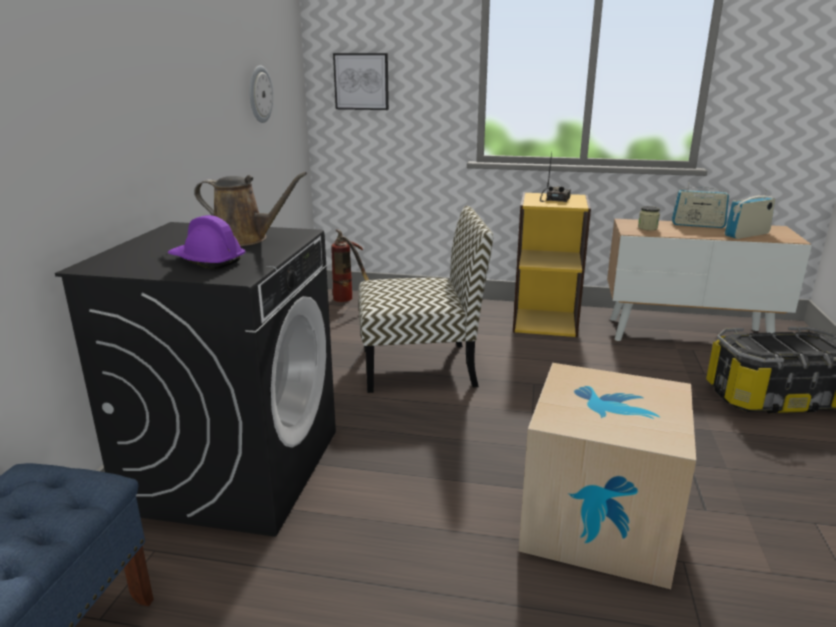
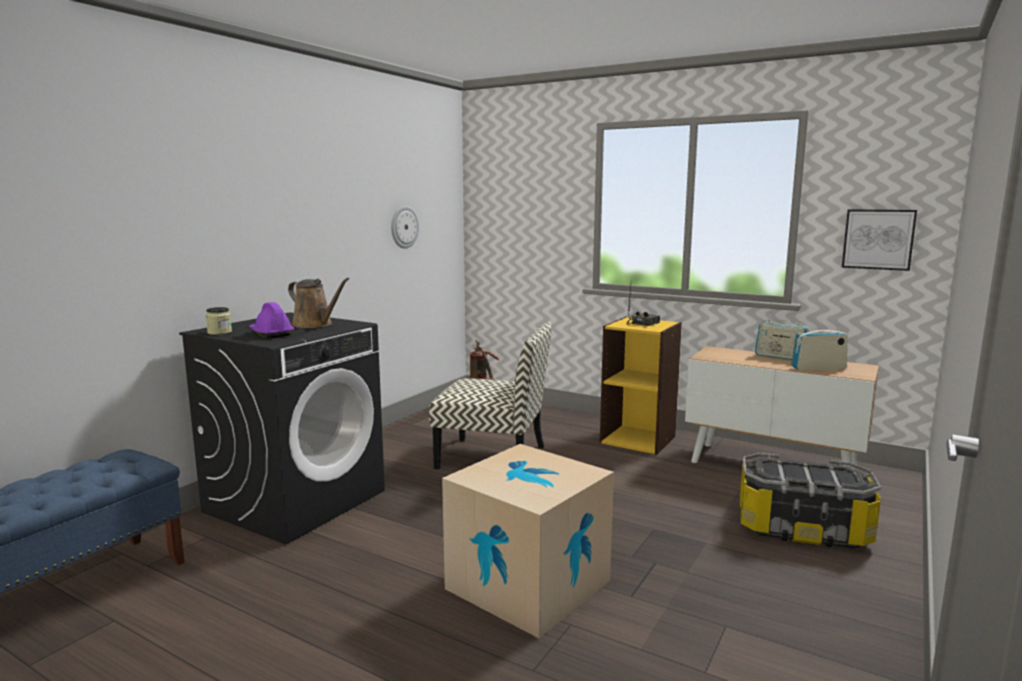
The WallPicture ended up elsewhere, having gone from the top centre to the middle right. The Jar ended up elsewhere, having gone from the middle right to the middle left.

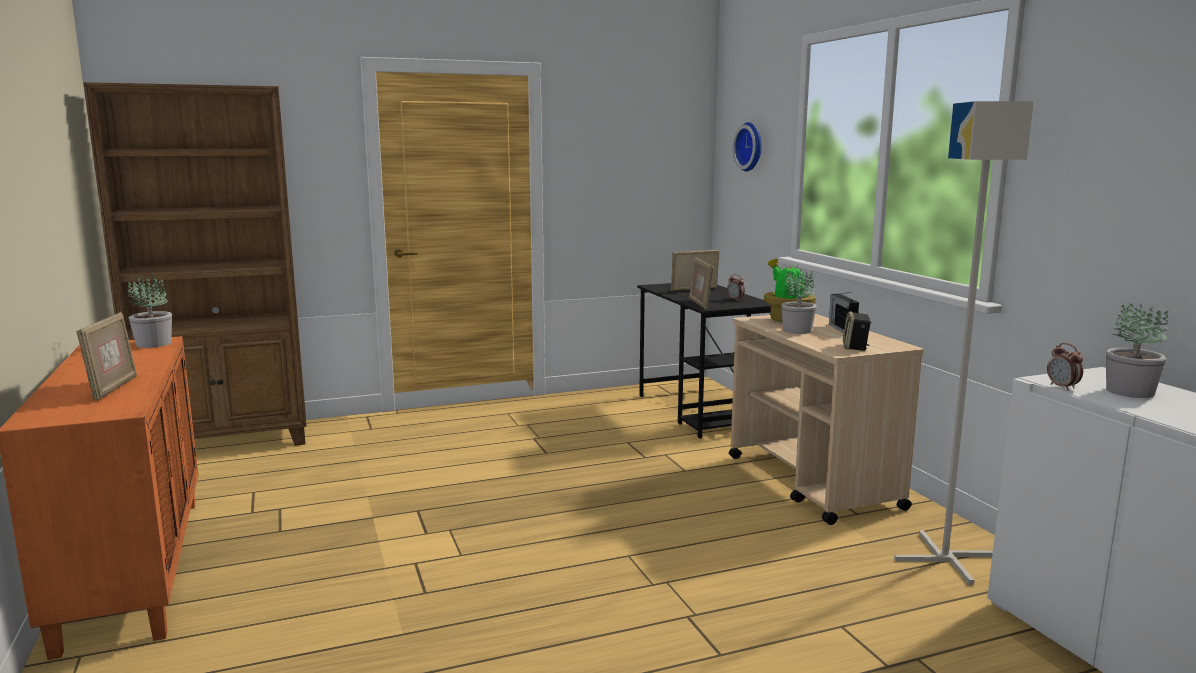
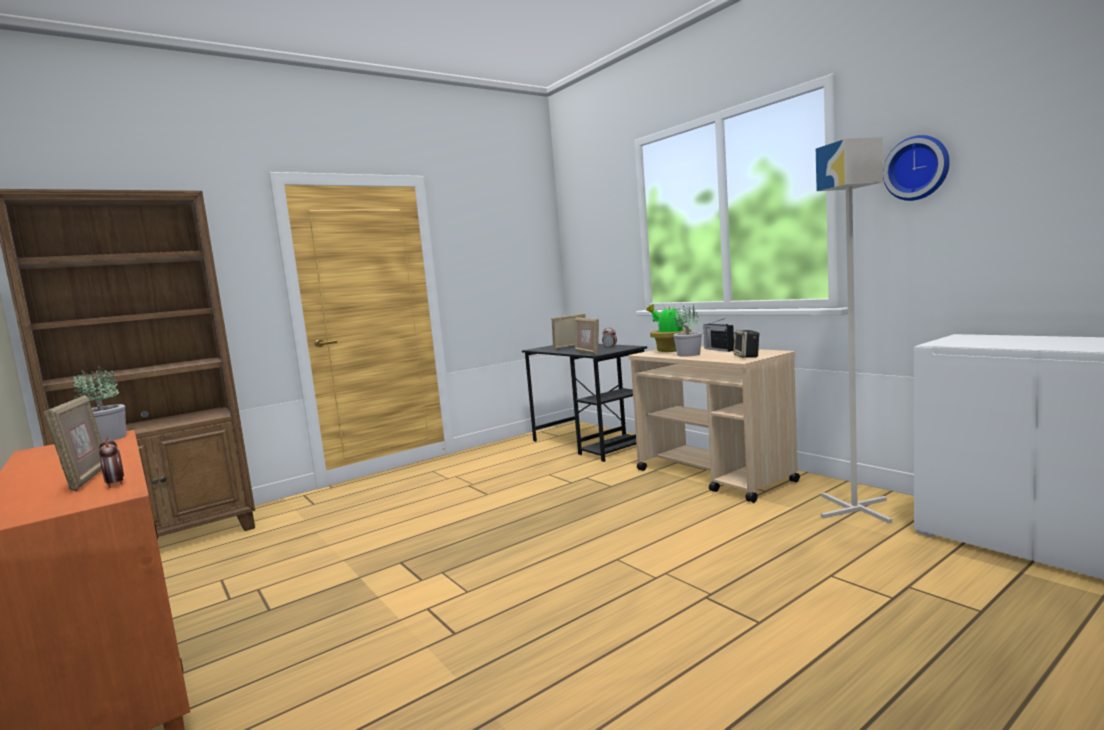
The WallClock ended up elsewhere, having gone from the top centre to the top right. The BedsideClock (2nd from left in the first image) ended up elsewhere, having gone from the middle right to the middle left. The second view lost the PottedPlant (4th from left) at the middle right.

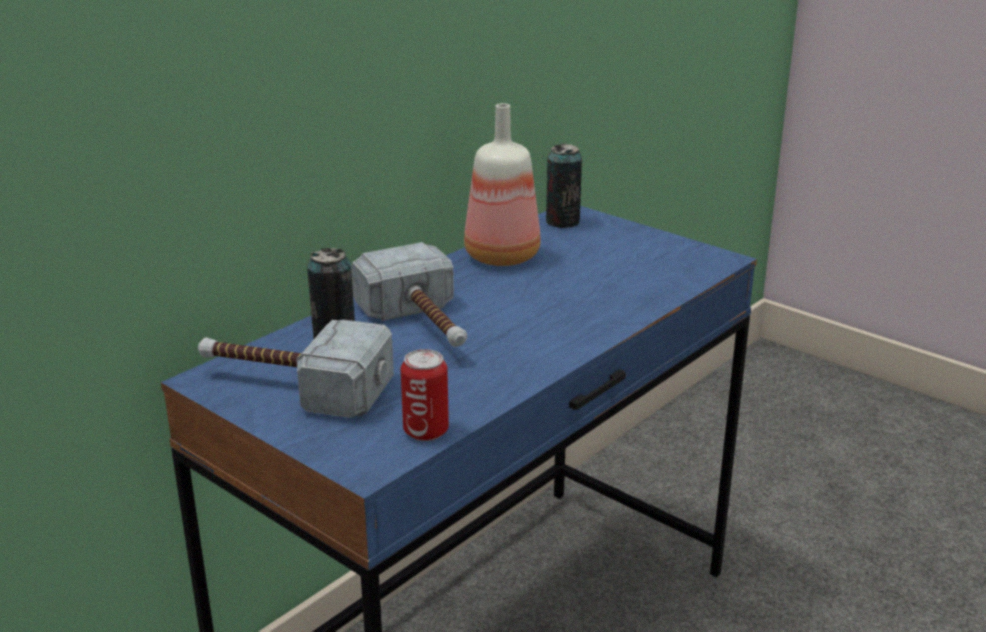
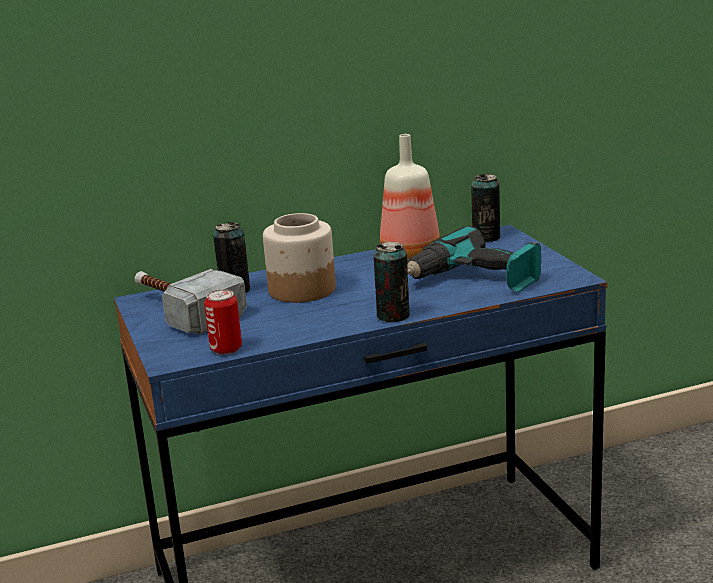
Where the Hammer (2nd from left) stood at the centre, the Jar came to stand at the centre. The second view gained the Can (3rd from left) at the centre. The second view gained the ElectricDrill at the centre.

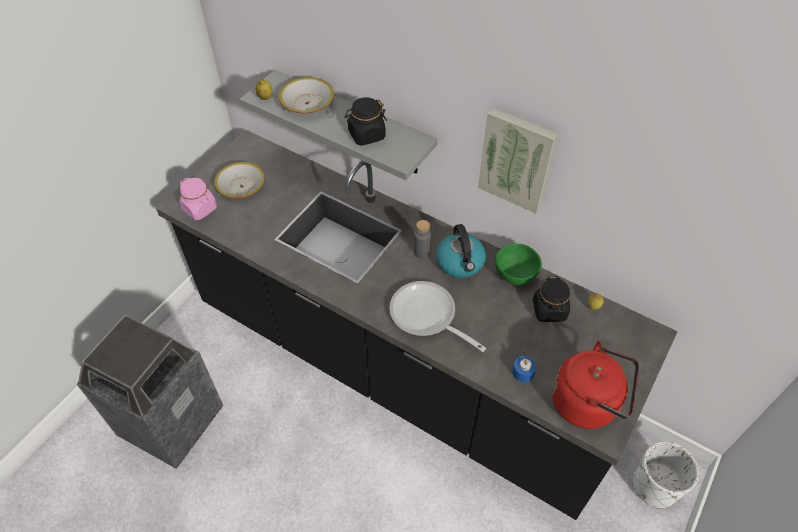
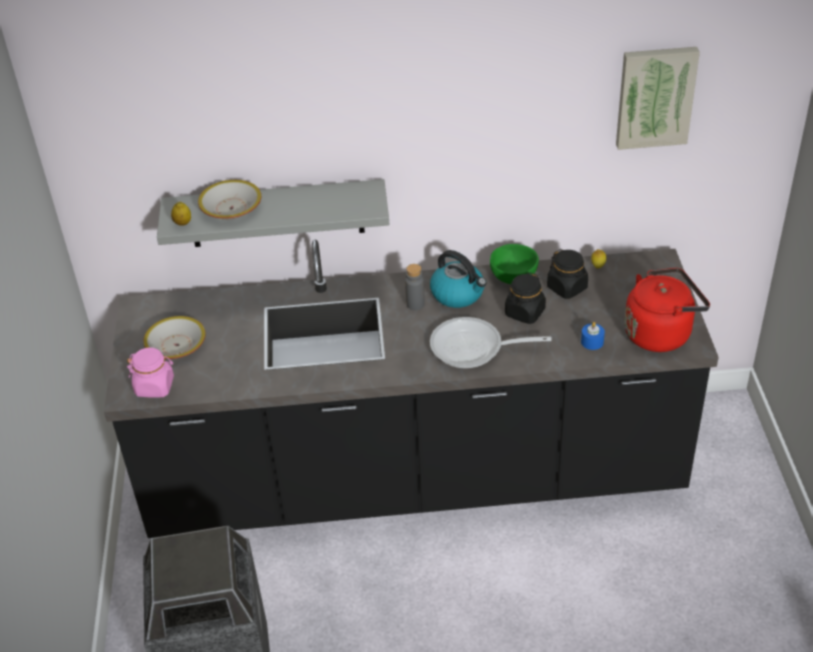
The BlackJar (1st from left) ended up elsewhere, having gone from the top centre to the centre. The WallPicture ended up elsewhere, having gone from the top centre to the top right. The second view lost the WhitishPlanter at the bottom right.

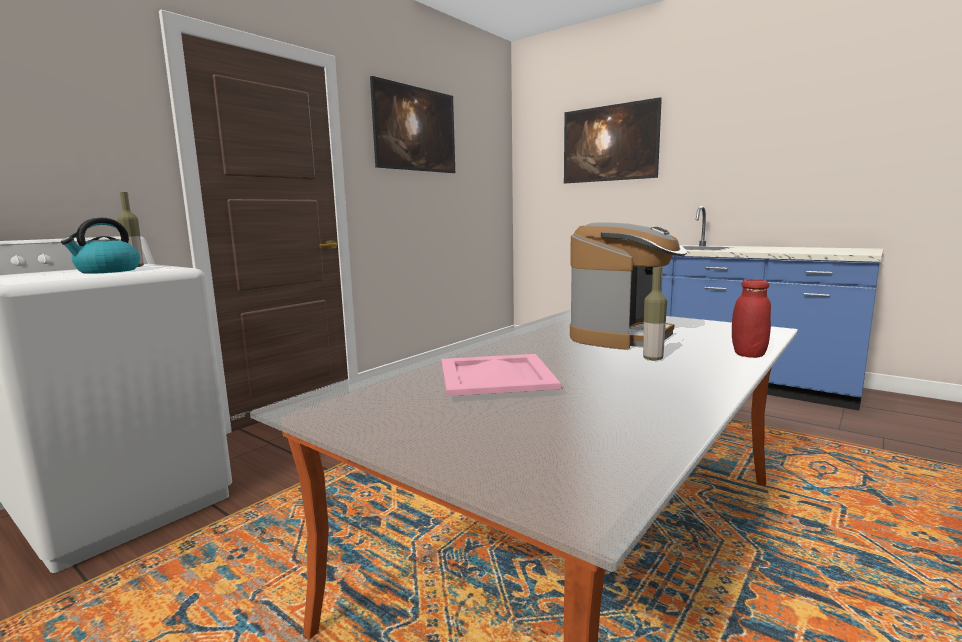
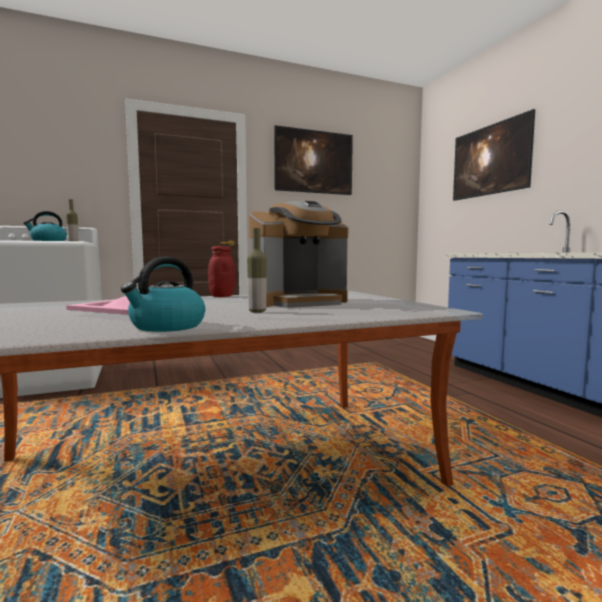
The RedColouredJar ended up elsewhere, having gone from the middle right to the centre. The second view gained the Kettle (2nd from left) at the middle left.

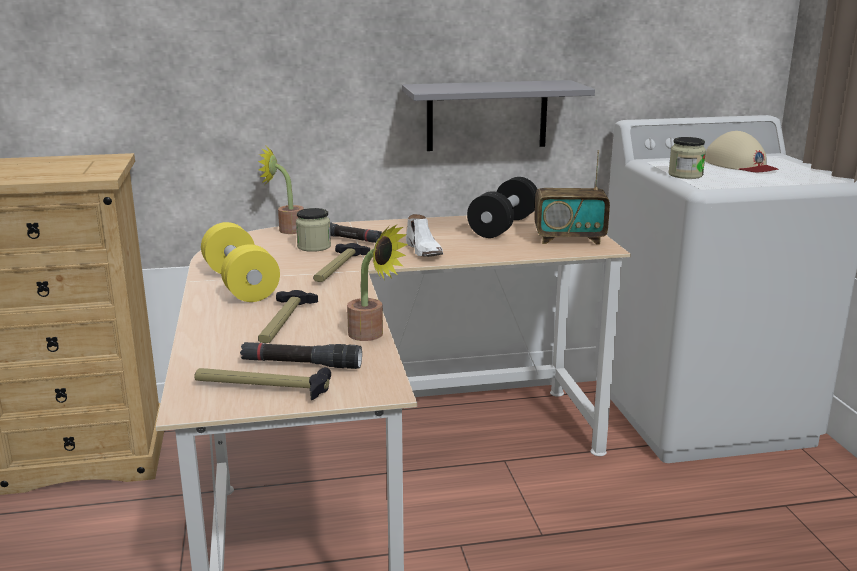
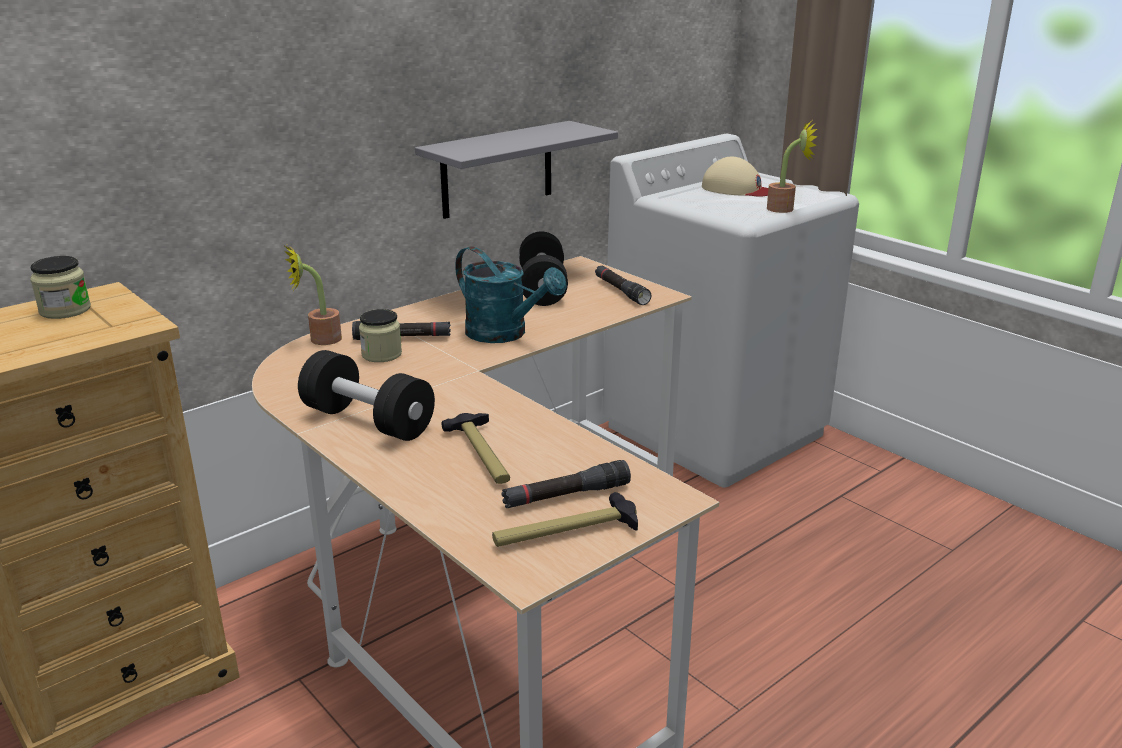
What was the YellowColouredDumbbell at the middle left turned into the BlackDumbbell (1st from left) at the middle left. The second view lost the Hammer (3rd from left) at the centre. The PottedPlant (2nd from left) ended up elsewhere, having gone from the centre to the top right. Where the WhitishShoe stood at the centre, the TurquoiseSprinklingCan came to stand at the centre. Where the RadioSet stood at the middle right, the BlackFlashlight (3rd from left) came to stand at the centre. The Jar (2nd from left in the first image) ended up elsewhere, having gone from the top right to the middle left.

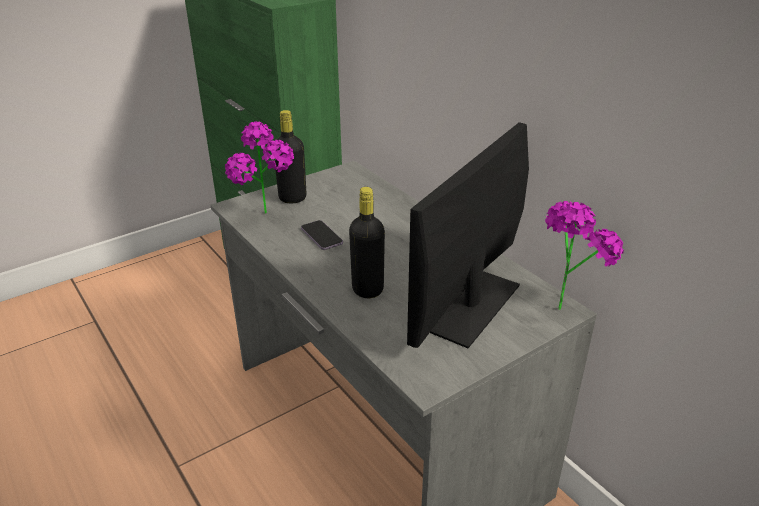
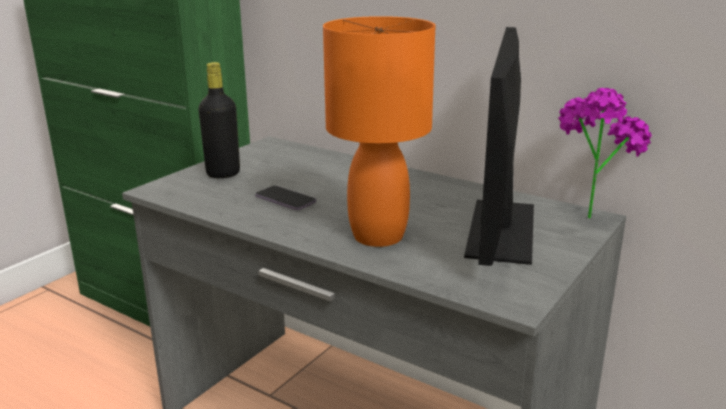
The second view lost the PottedPlant (1st from left) at the top centre. Where the BlackBottle (2nd from left) stood at the centre, the OrangeyLampForATable came to stand at the top centre.

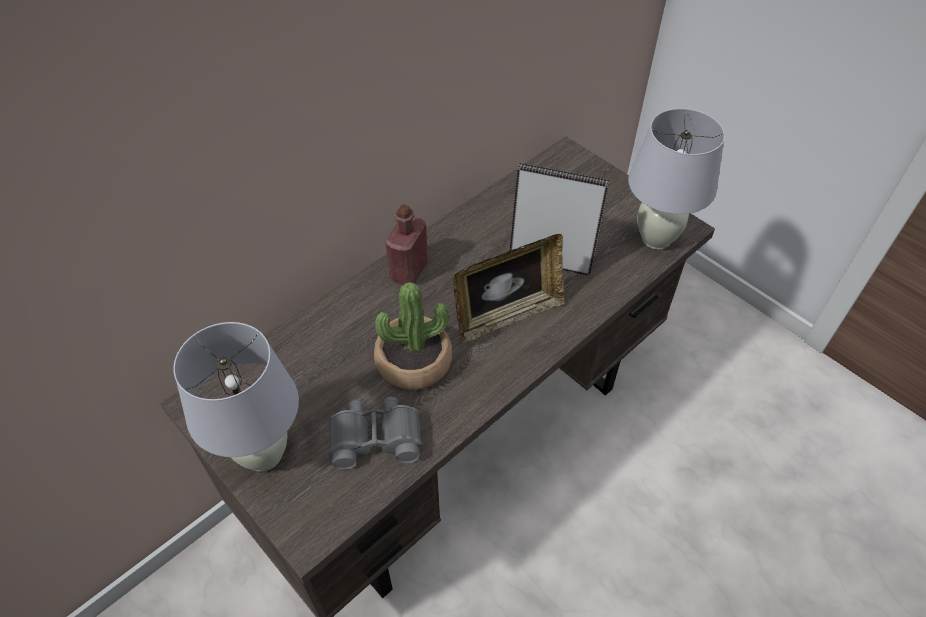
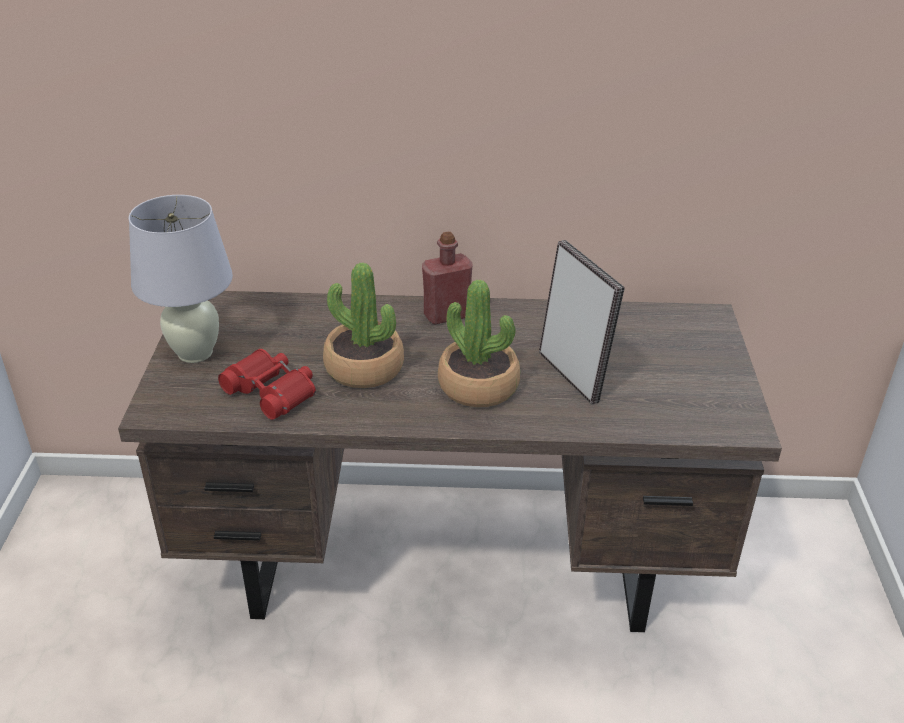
What was the GreyBinoculars at the bottom centre turned into the RedColouredBinoculars at the middle left. Where the PhotoFrame (1st from left) stood at the centre, the PottedPlant (2nd from left) came to stand at the centre. The second view lost the WhitishLampForATable (2nd from left) at the top right.

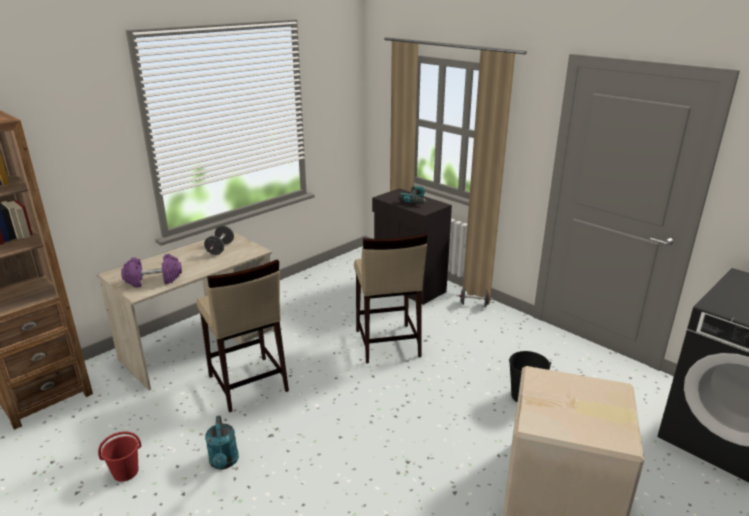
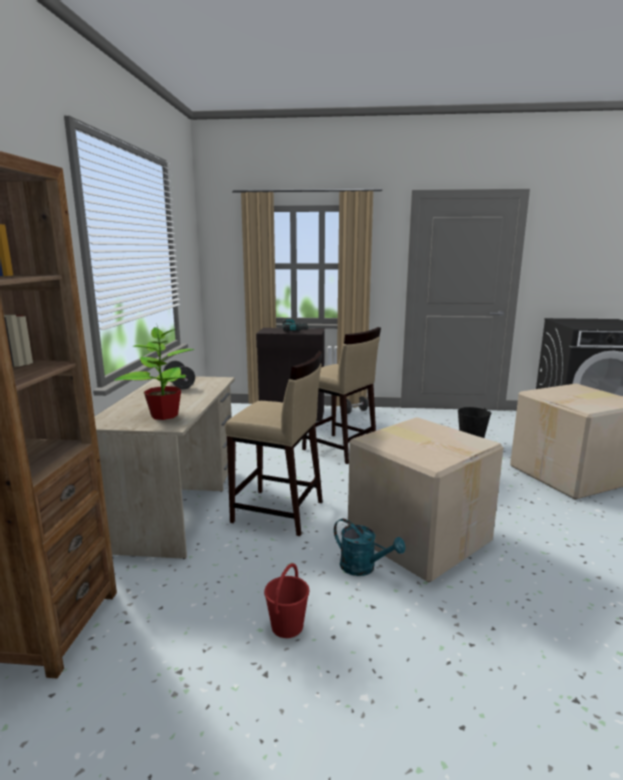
Where the PurpleColouredDumbbell stood at the middle left, the PottedPlant came to stand at the middle left. The second view gained the CardboardBox (1st from left) at the middle right.

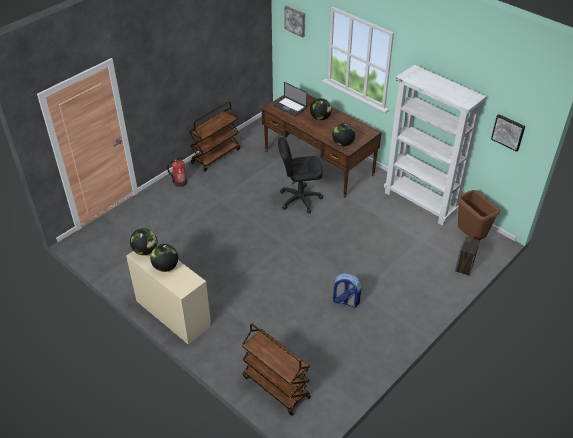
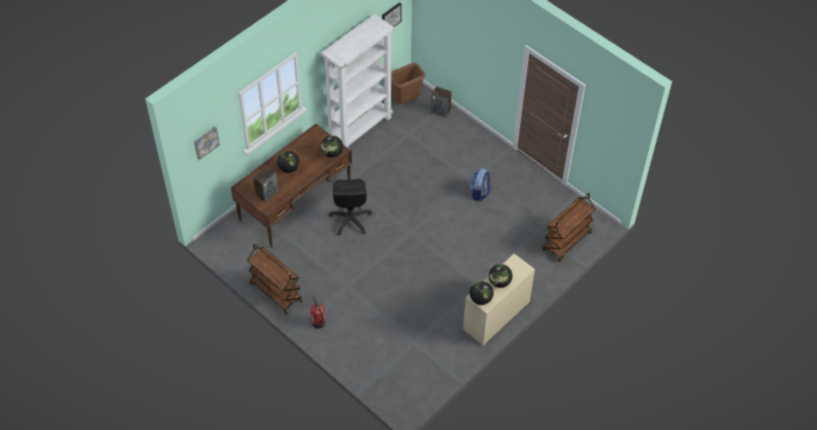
Where the NotebookComputer stood at the top centre, the AudioSpeaker (1st from left) came to stand at the middle left.

